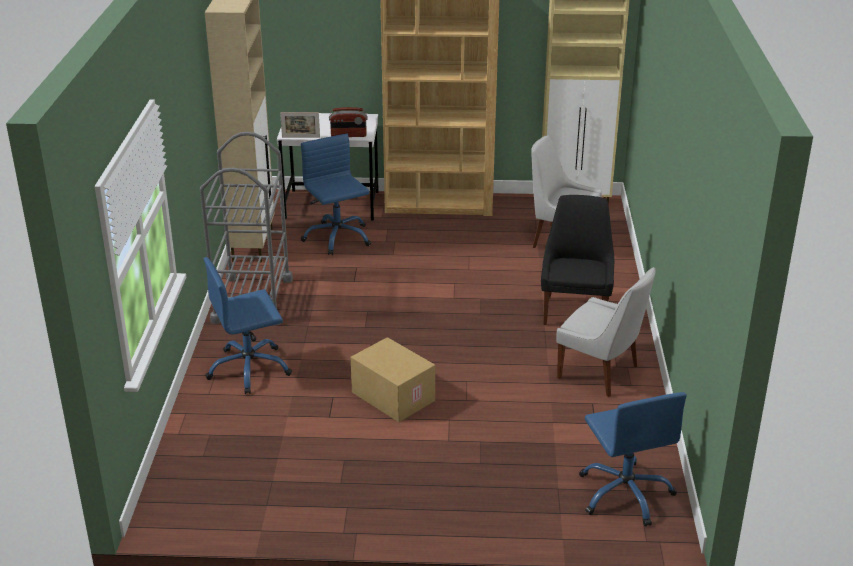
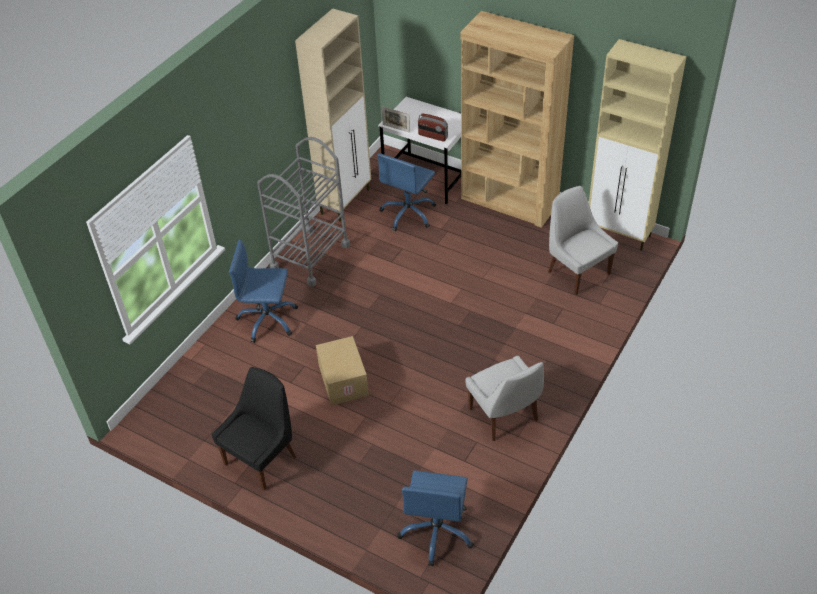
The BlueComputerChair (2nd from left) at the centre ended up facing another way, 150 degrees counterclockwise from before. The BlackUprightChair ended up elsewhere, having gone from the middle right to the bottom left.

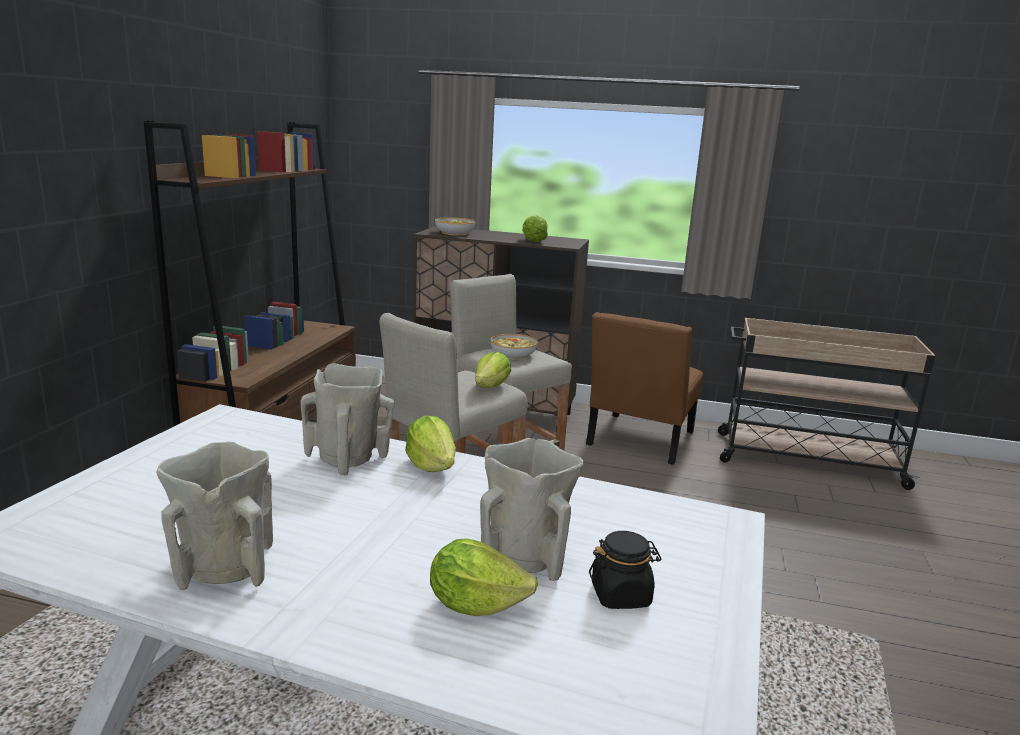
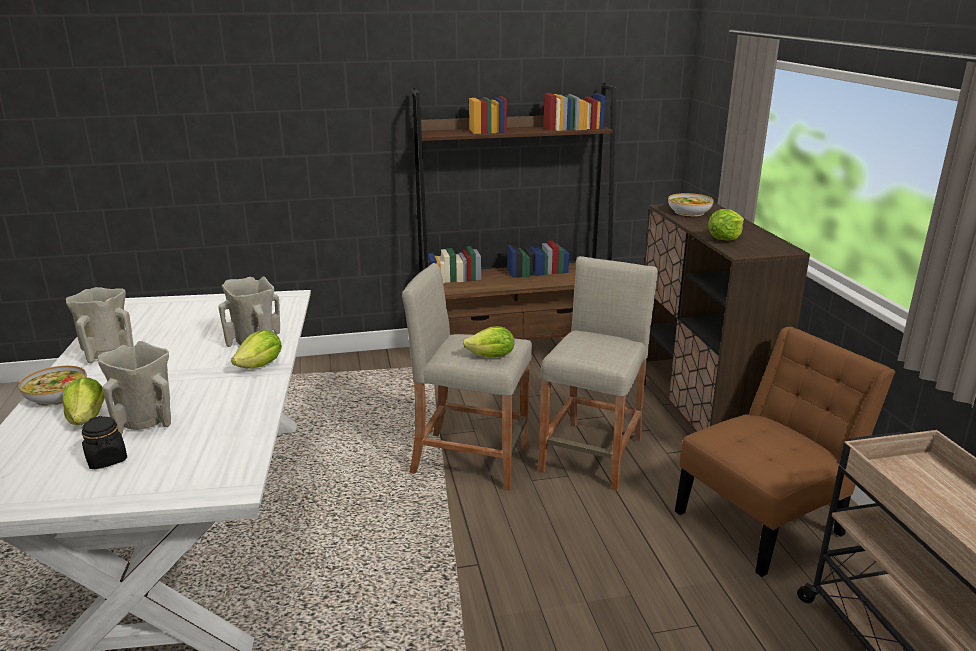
The ServingBowl (2nd from left in the first image) ended up elsewhere, having gone from the centre to the middle left. The BrownColouredUprightChair at the centre ended up facing another way, 150 degrees clockwise from before.

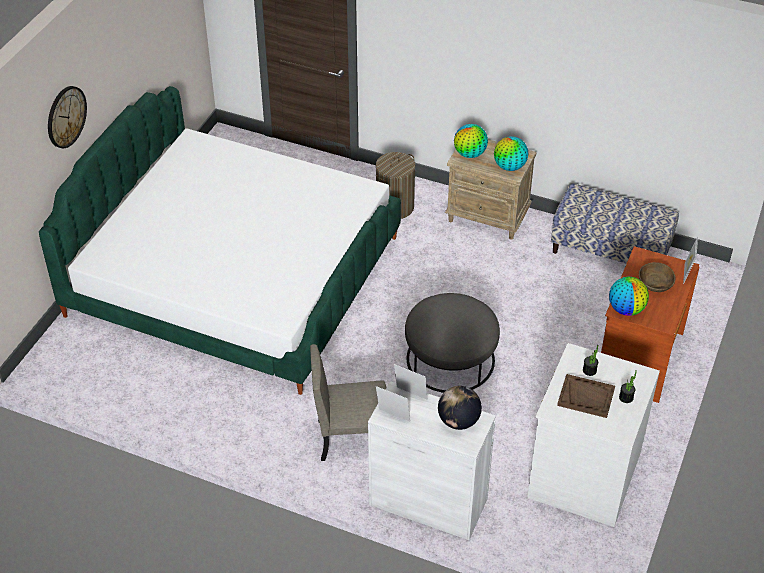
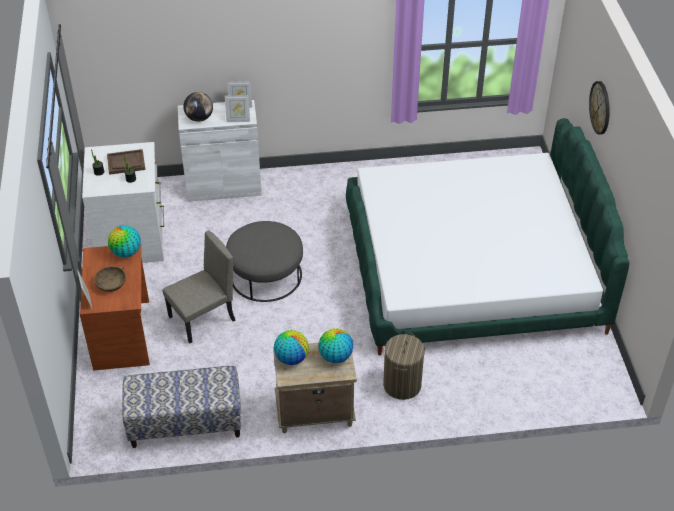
The BeigeUprightChair ended up elsewhere, having gone from the bottom centre to the middle left.

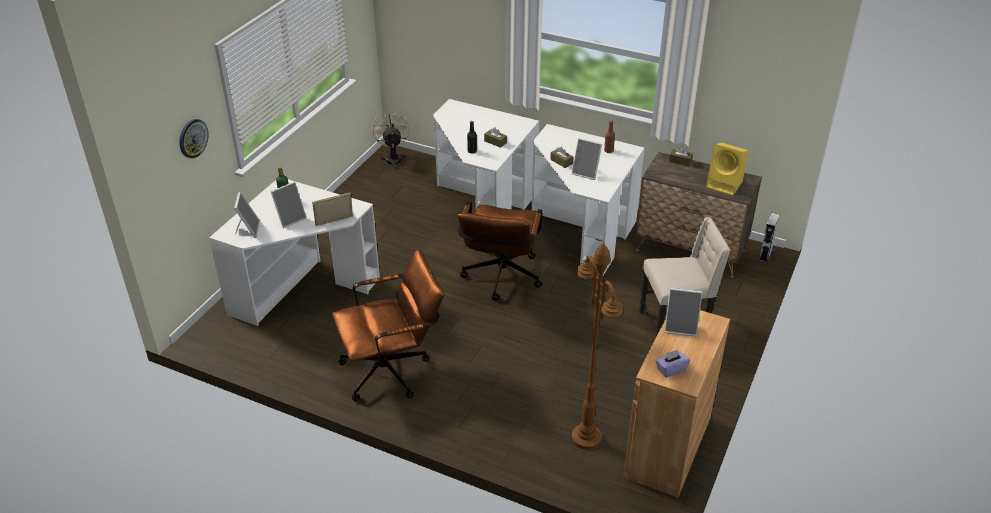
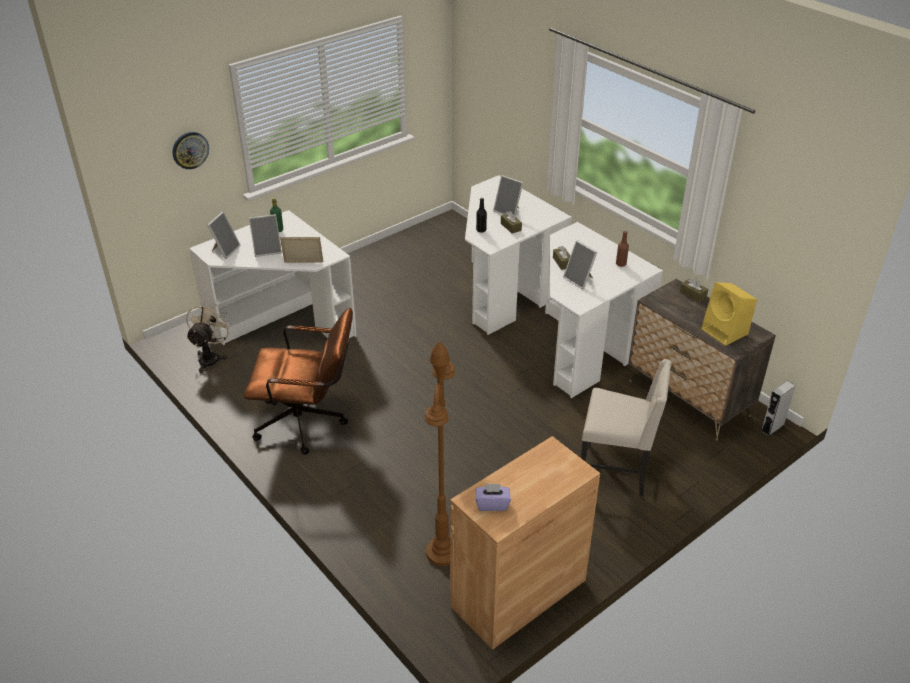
The BeigeElectricFan ended up elsewhere, having gone from the top centre to the middle left. The second view lost the BrownColouredComputerChair (2nd from left) at the centre. The PhotoFrame (5th from left in the first image) ended up elsewhere, having gone from the middle right to the top centre.

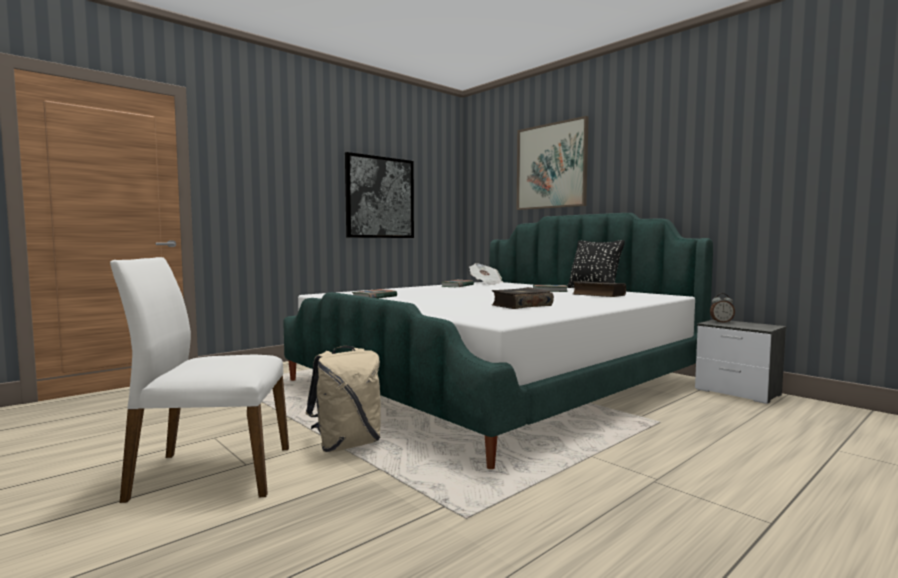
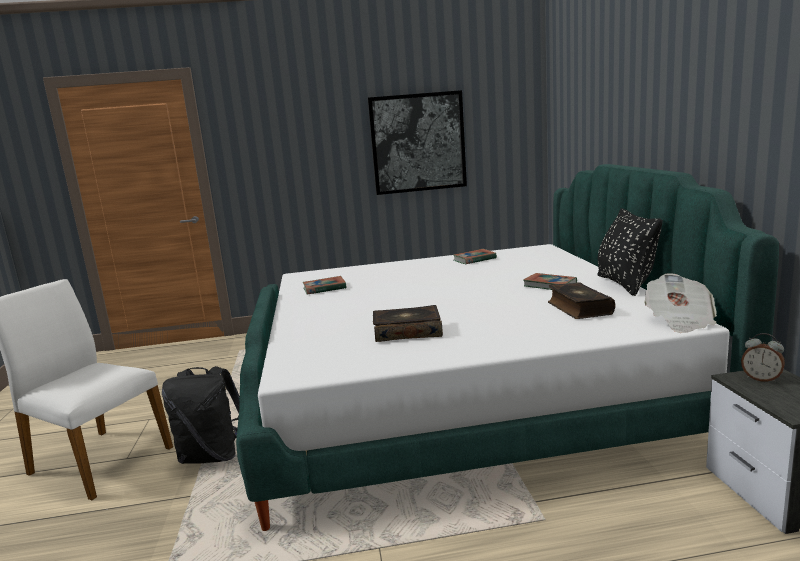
What was the BeigeRucksack at the bottom centre turned into the BlackRucksack at the bottom left. The PrintedPaper ended up elsewhere, having gone from the centre to the middle right. The second view lost the WallPicture (2nd from left) at the top centre.

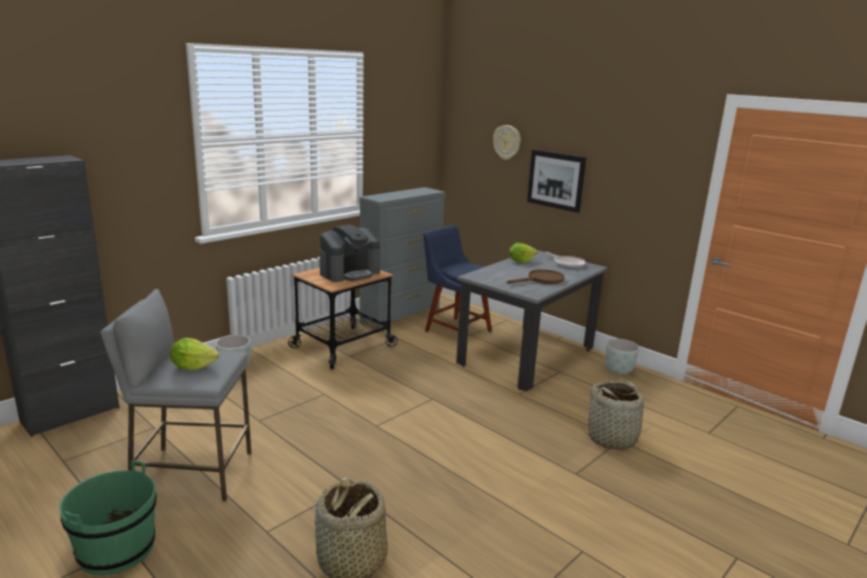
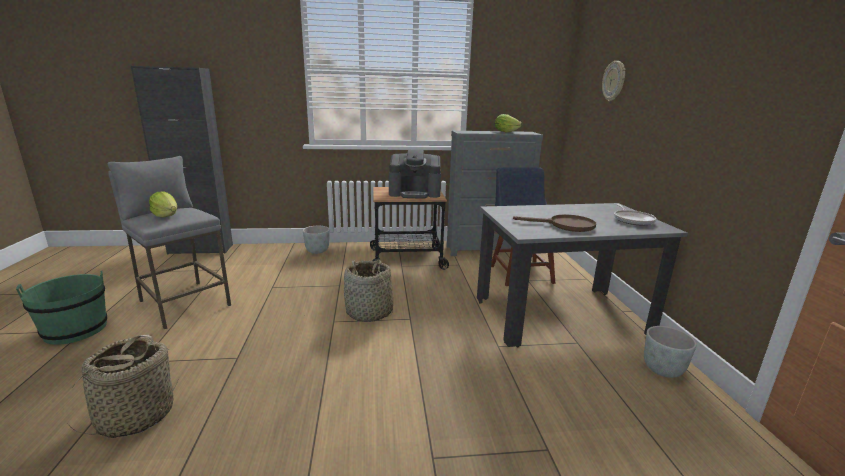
The Lettuce (2nd from left) ended up elsewhere, having gone from the centre to the top centre. The second view lost the WallPicture at the top centre. The StorageBasket (2nd from left) ended up elsewhere, having gone from the bottom right to the centre.

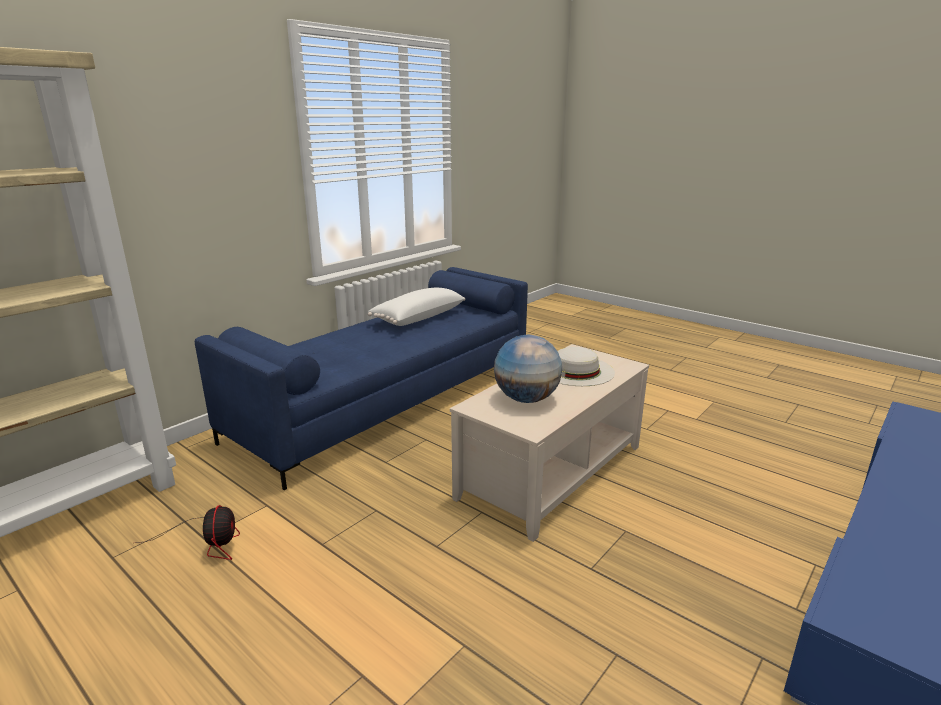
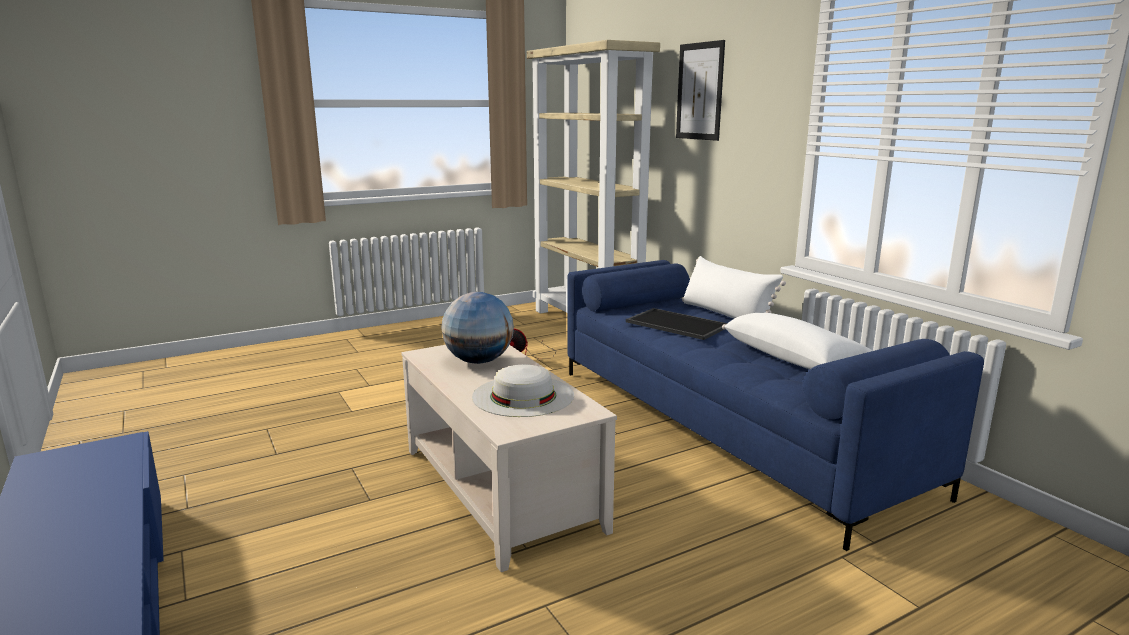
The second view gained the Tray at the centre. The second view gained the WallPicture at the top centre. The second view gained the WhitishPillow (1st from left) at the centre.

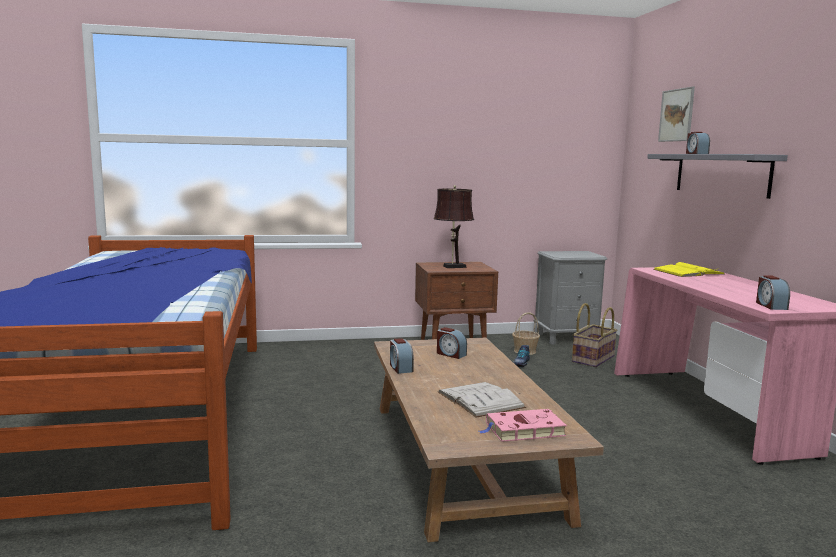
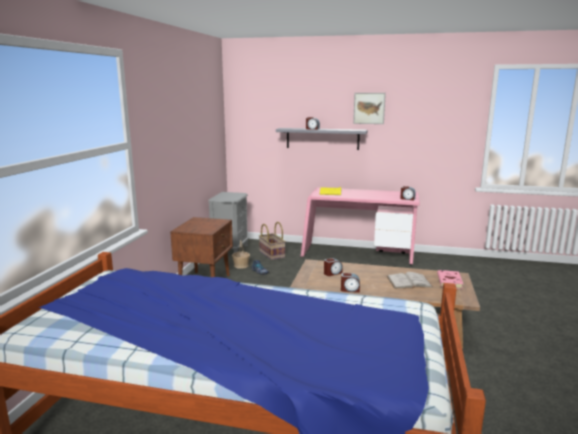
The second view lost the BrownColouredLampForATable at the centre. The WallPicture ended up elsewhere, having gone from the top right to the top centre.

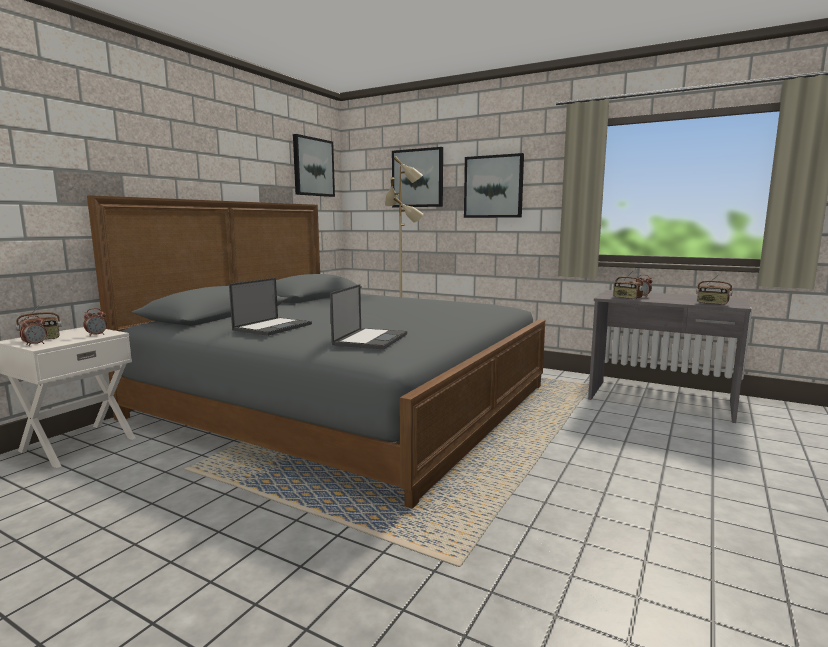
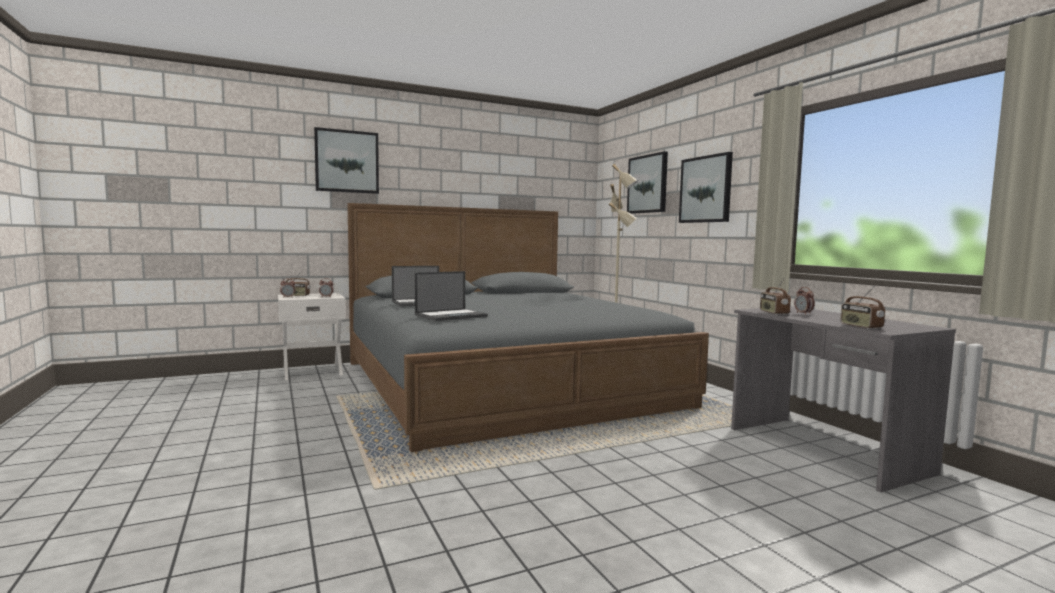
The WallPicture (1st from left) ended up elsewhere, having gone from the top centre to the top left.

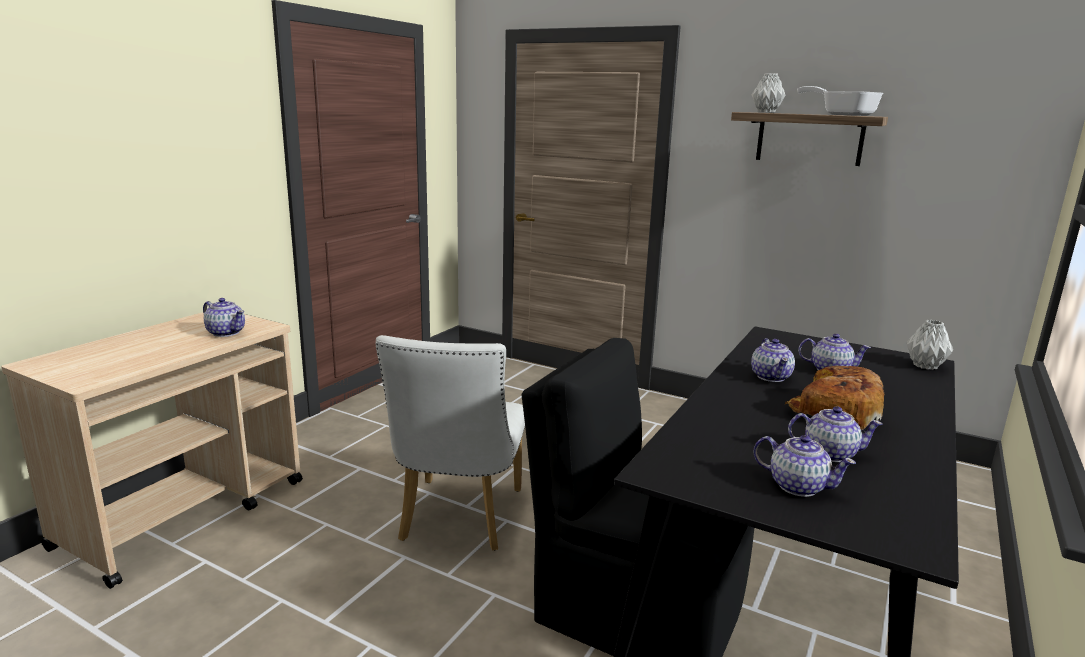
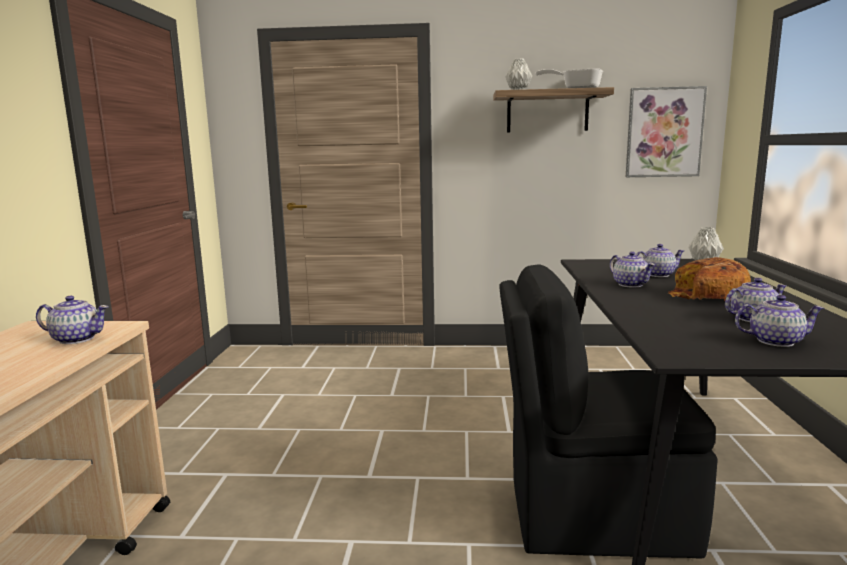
The second view lost the WhitishUprightChair at the bottom centre. The second view gained the WallPicture at the top right.

